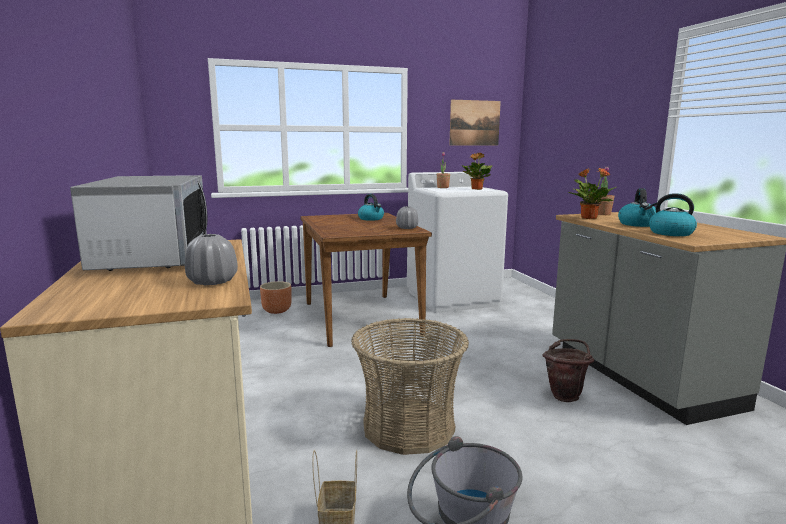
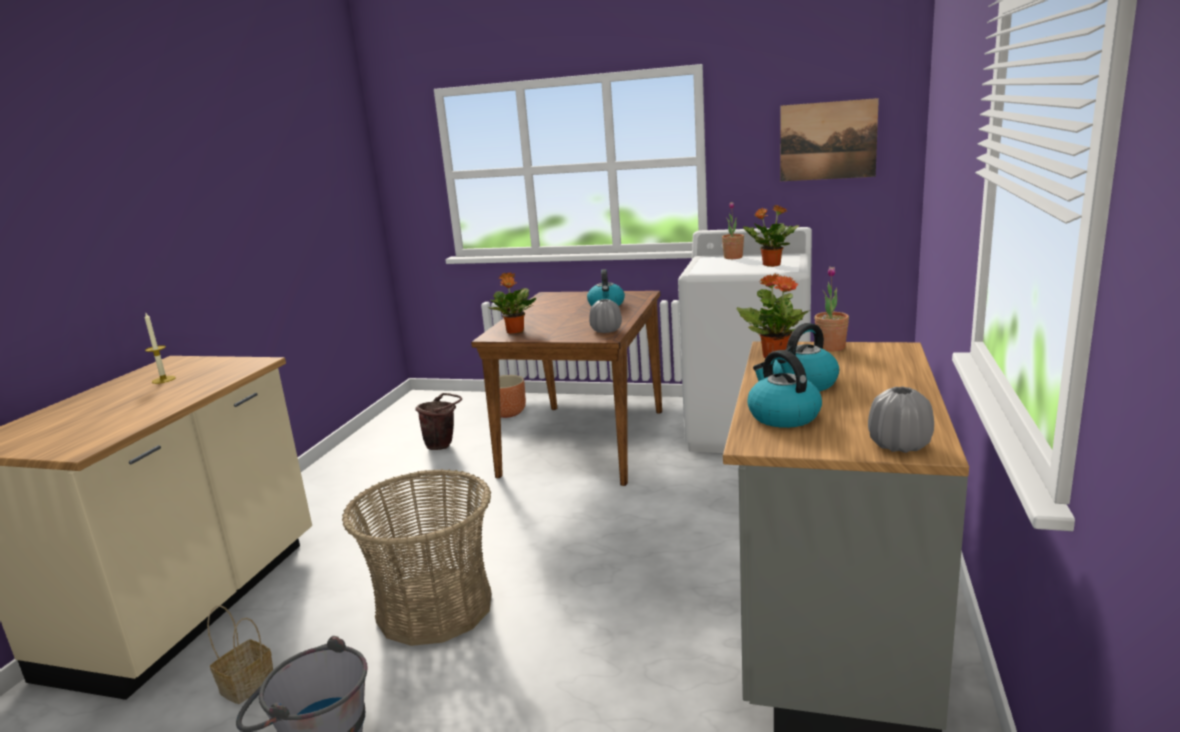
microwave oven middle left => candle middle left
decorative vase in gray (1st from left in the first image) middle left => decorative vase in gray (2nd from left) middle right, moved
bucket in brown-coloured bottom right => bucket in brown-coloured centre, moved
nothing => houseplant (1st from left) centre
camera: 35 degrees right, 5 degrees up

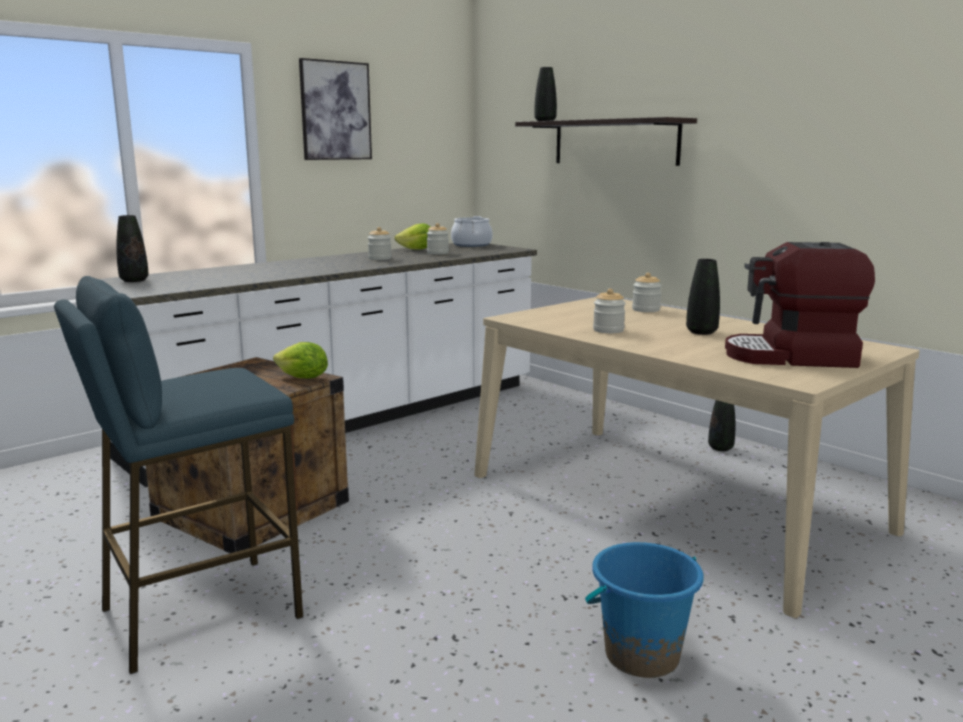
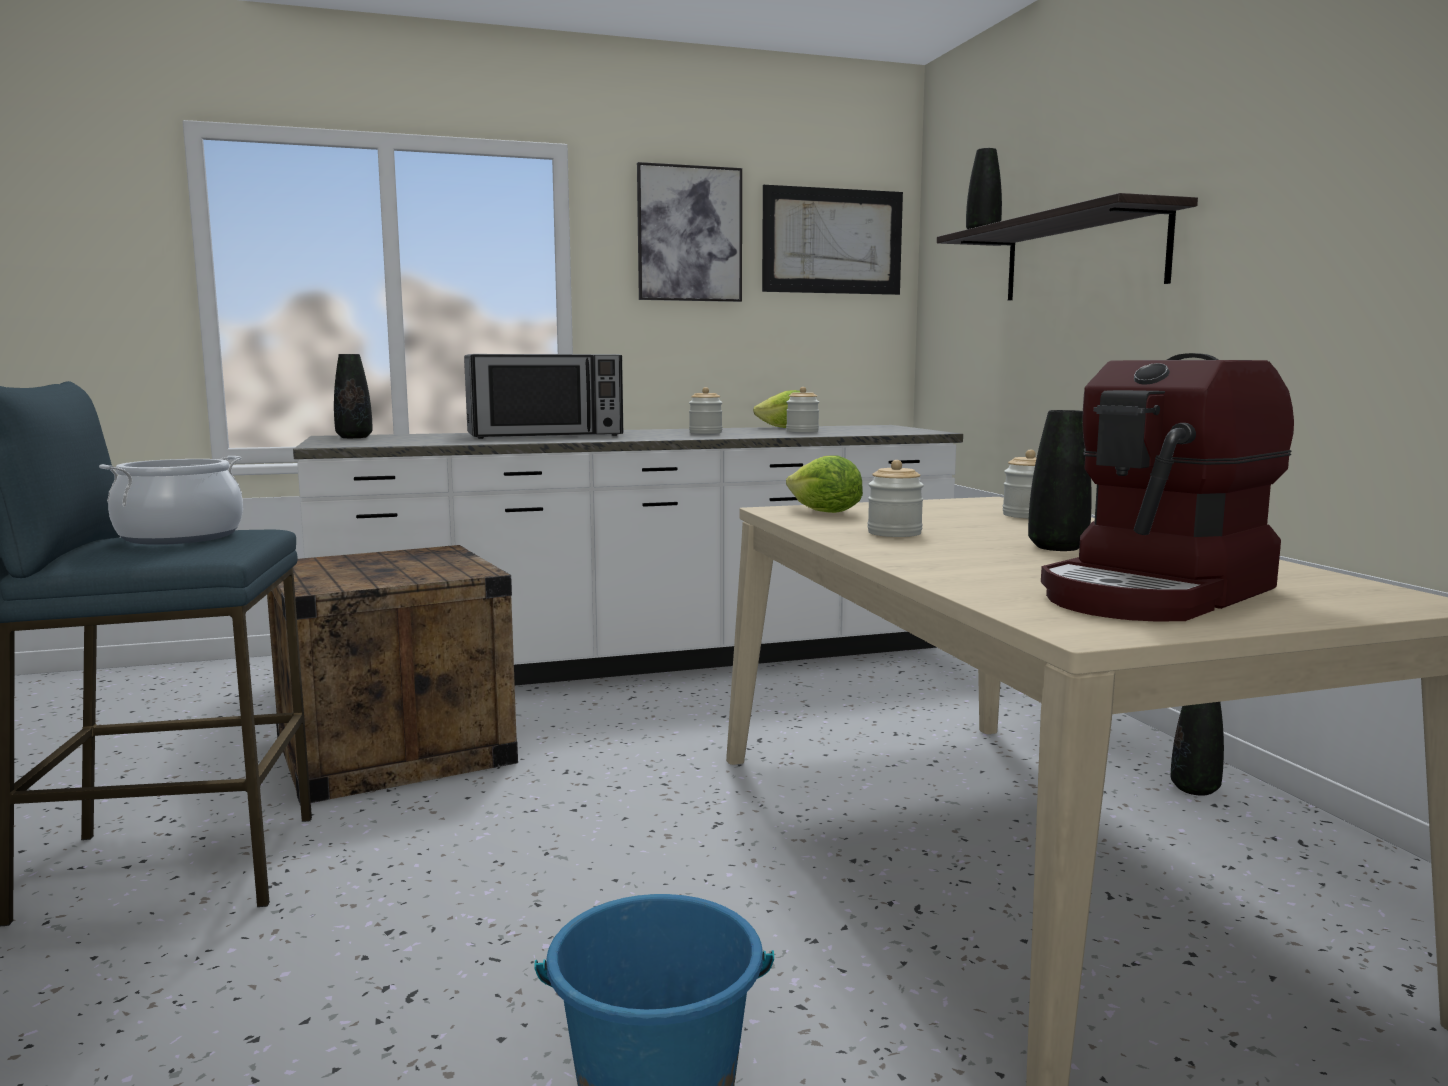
saucepot top centre => saucepot middle left, moved
coffee machine middle right, 75 degrees counterclockwise
lettuce head (1st from left in the first image) middle left => lettuce head (2nd from left) centre, moved
nothing => wall picture (2nd from left) top centre
nothing => microwave oven centre
camera: 25 degrees right, 5 degrees down

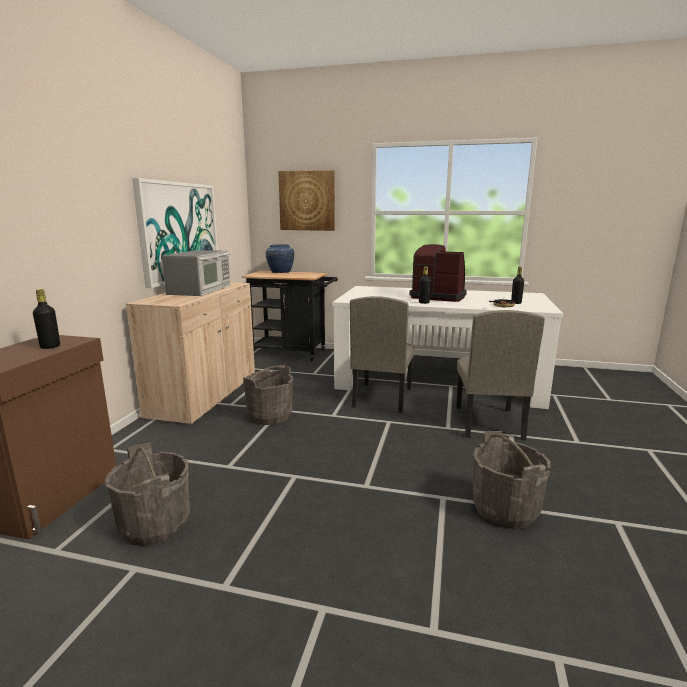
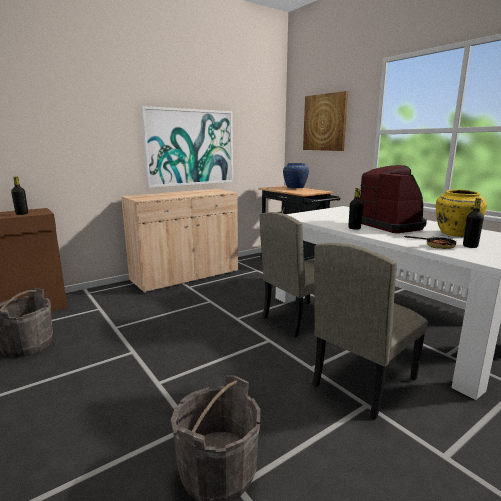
microwave oven middle left => nothing
bucket in gray (2nd from left) centre => nothing
nothing => decorative vase in yellowish middle right
camera: 40 degrees right, 0 degrees up

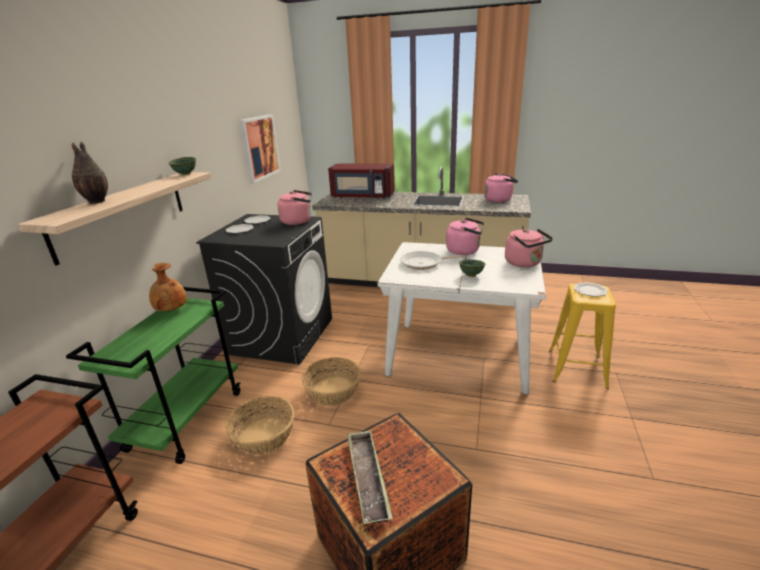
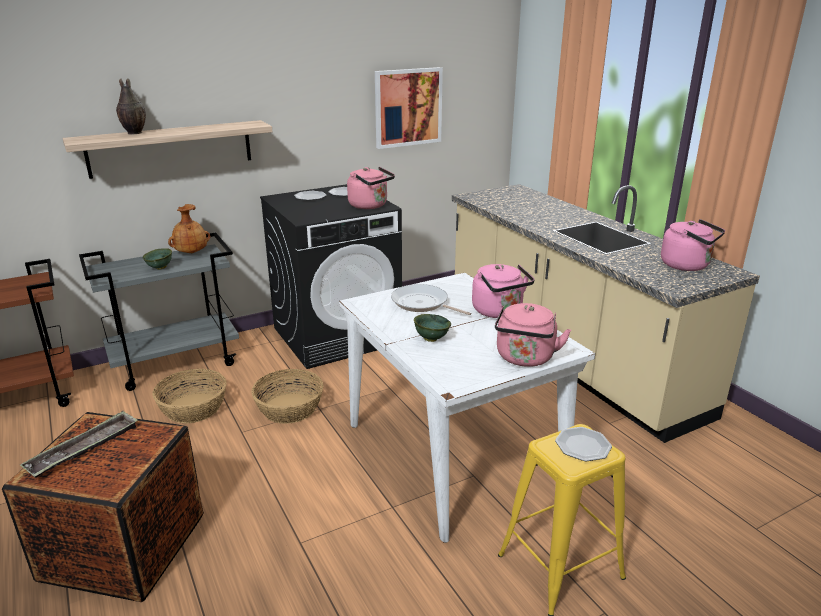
serving bowl in greenish (1st from left) top left => serving bowl in greenish (1st from left) middle left, moved
microwave oven in red top centre => nothing
trolley in greenish middle left => trolley in gray middle left
camera: 45 degrees right, 0 degrees up

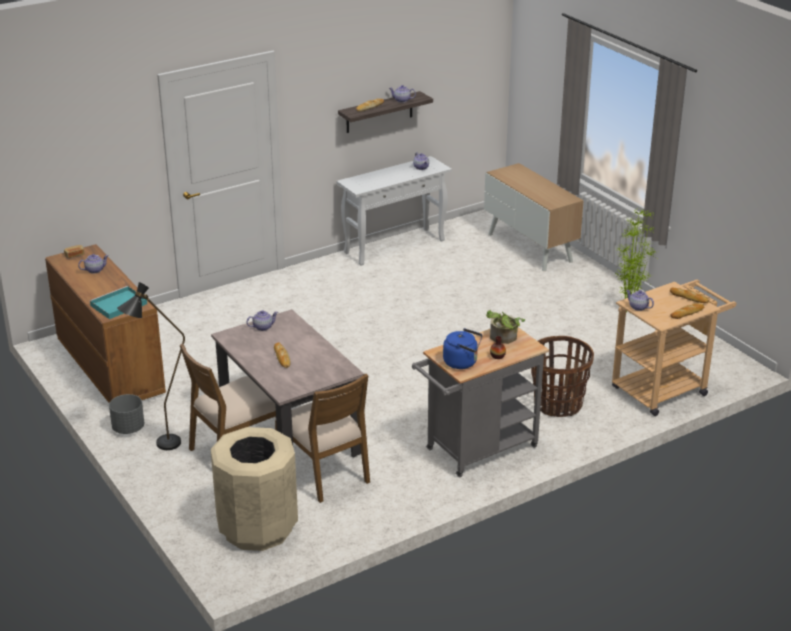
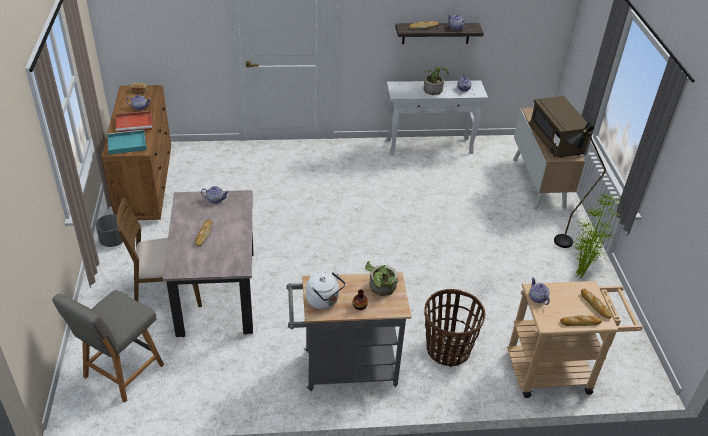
standard lamp in blackish middle left => standard lamp in blackish middle right, moved
kettle in blue-coloured centre => kettle in white bottom centre
upright chair in brown-coloured (2nd from left) bottom centre => nothing
rubbish bin in beige-coloured bottom left => upright chair in gray bottom left
nothing => houseplant (2nd from left) top centre
nothing => microwave oven in brown-coloured top right
nothing => carrying tray in red top left
camera: 25 degrees right, 10 degrees up

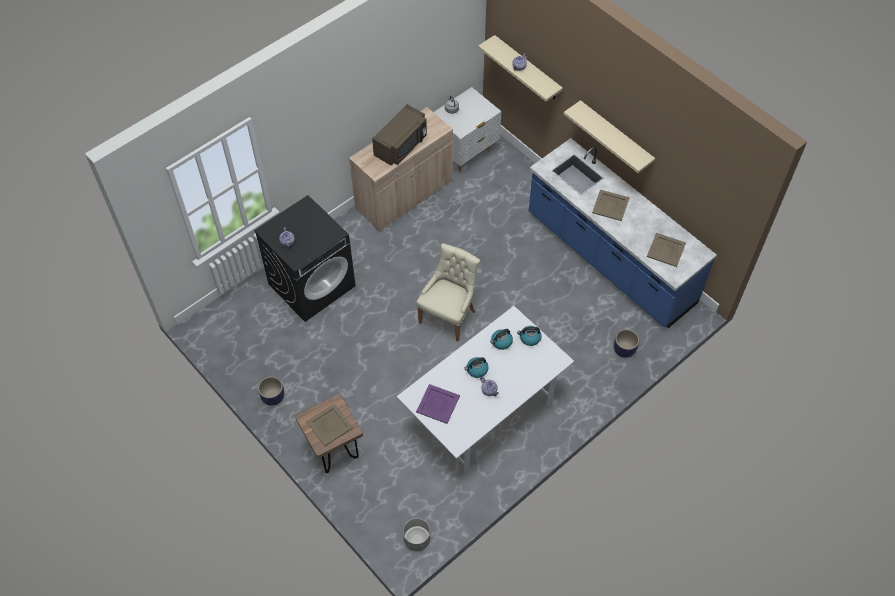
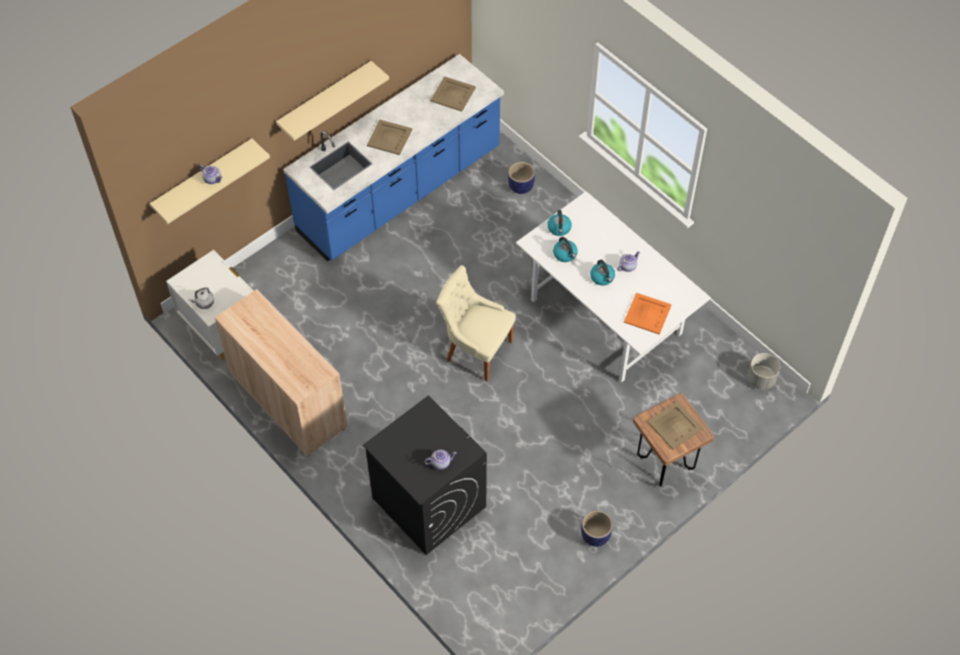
microwave oven in brown-coloured top centre => nothing
carrying tray in purplish bottom centre => carrying tray in orangey middle right
camera: 90 degrees left, 0 degrees up

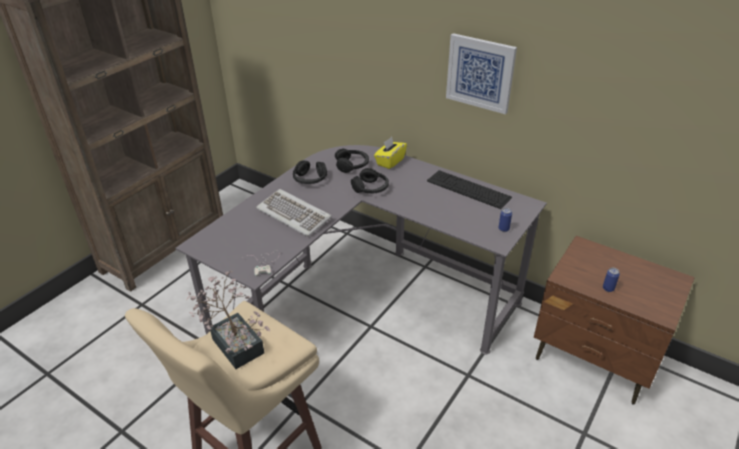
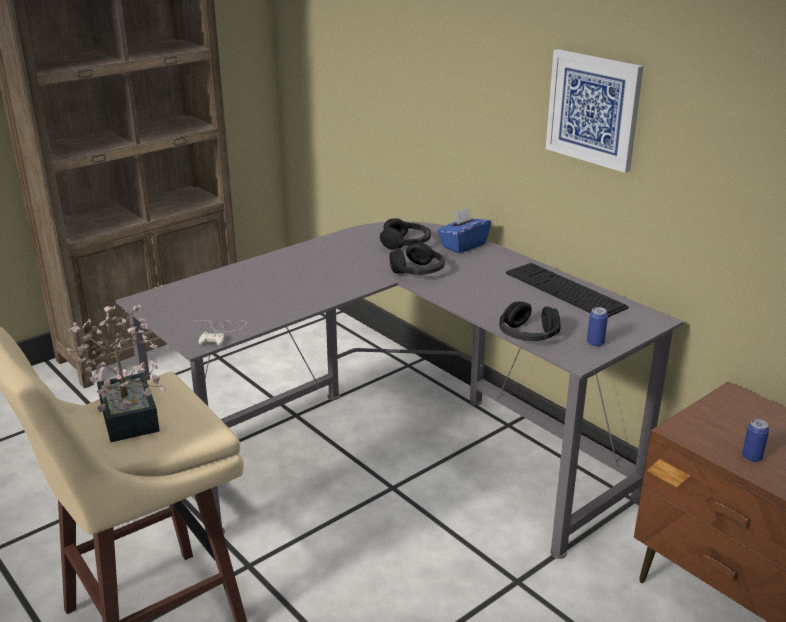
tissue holder in yellowish centre => tissue holder in blue-coloured centre
pair of headphones in blackish (1st from left in the first image) centre => pair of headphones in blackish (3rd from left) middle right, moved
computer keyboard (1st from left) centre => nothing
camera: 15 degrees right, 10 degrees down

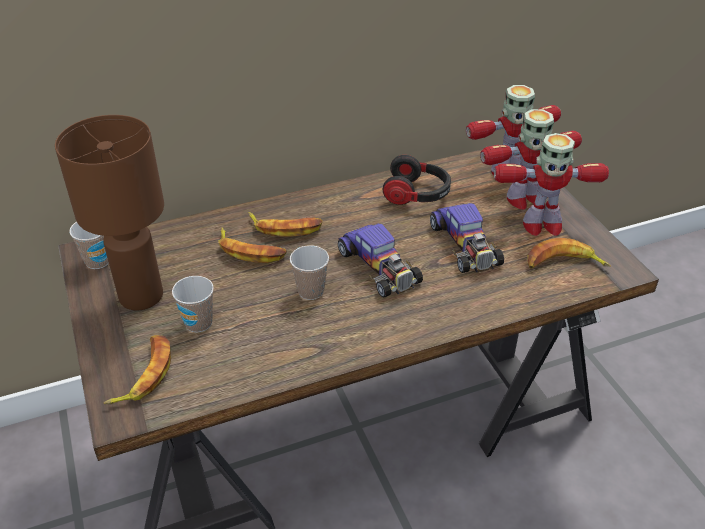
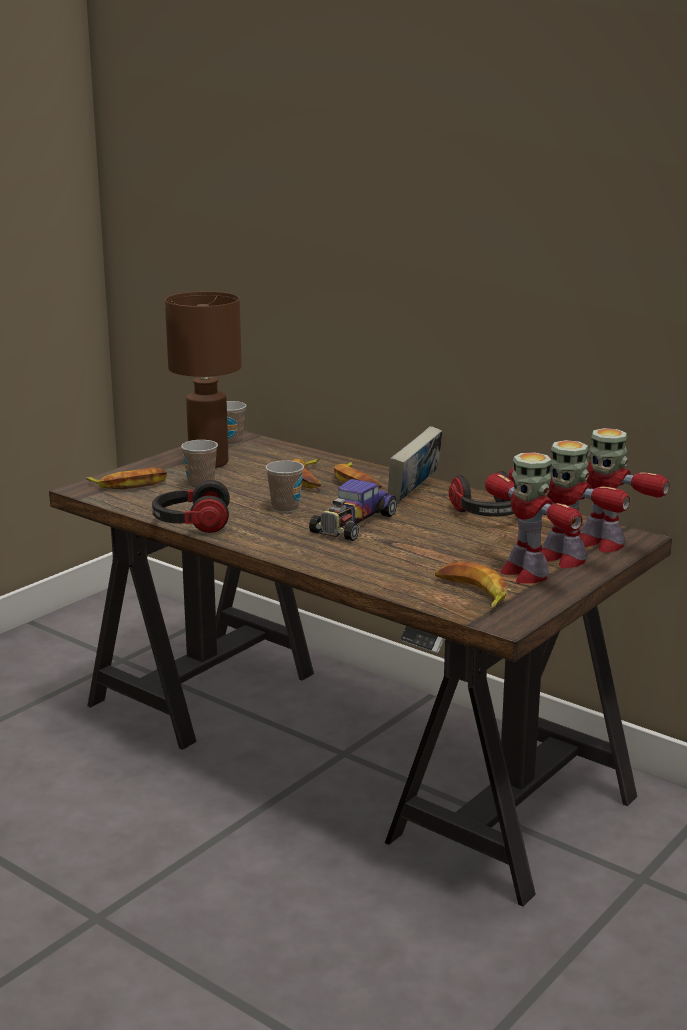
toy car (2nd from left) centre => nothing
nothing => book centre
nothing => pair of headphones (1st from left) middle left
camera: 60 degrees right, 20 degrees down

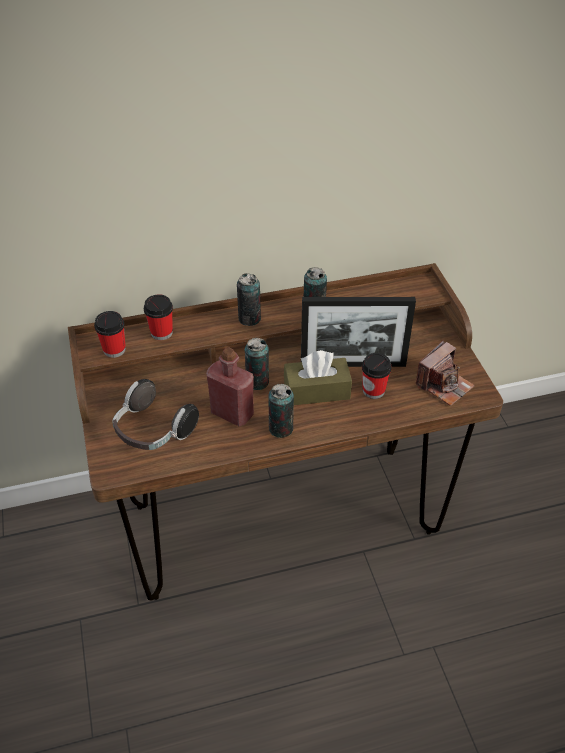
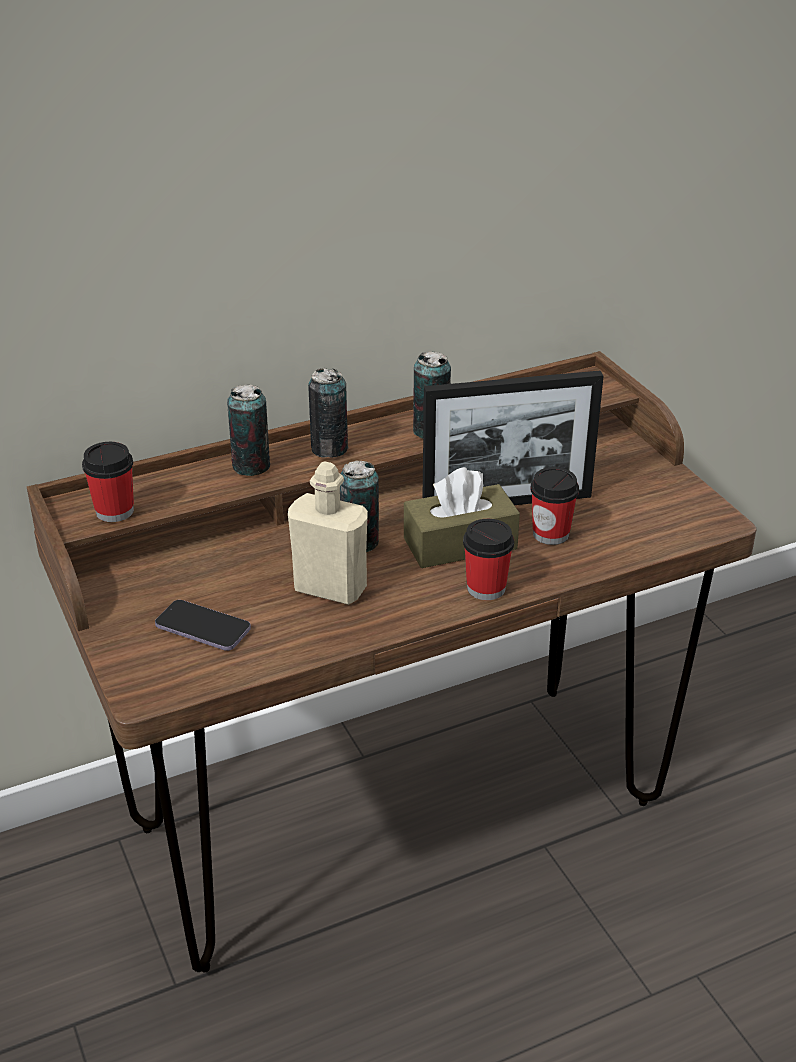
small cup (2nd from left) middle left => small cup (2nd from left) centre, moved
still camera middle right => nothing
beverage bottle in red centre => beverage bottle in beige-coloured centre
pair of headphones middle left => handset middle left
sealed can (3rd from left in the first image) centre => sealed can (1st from left) middle left, moved
camera: 10 degrees left, 10 degrees down

